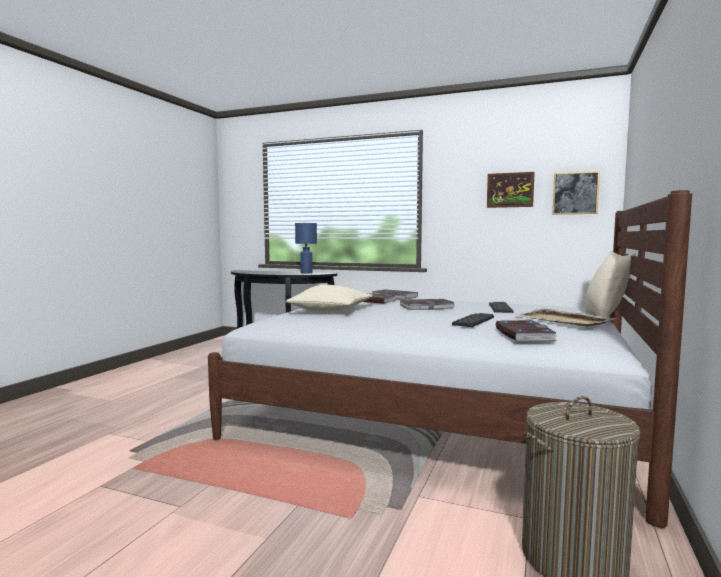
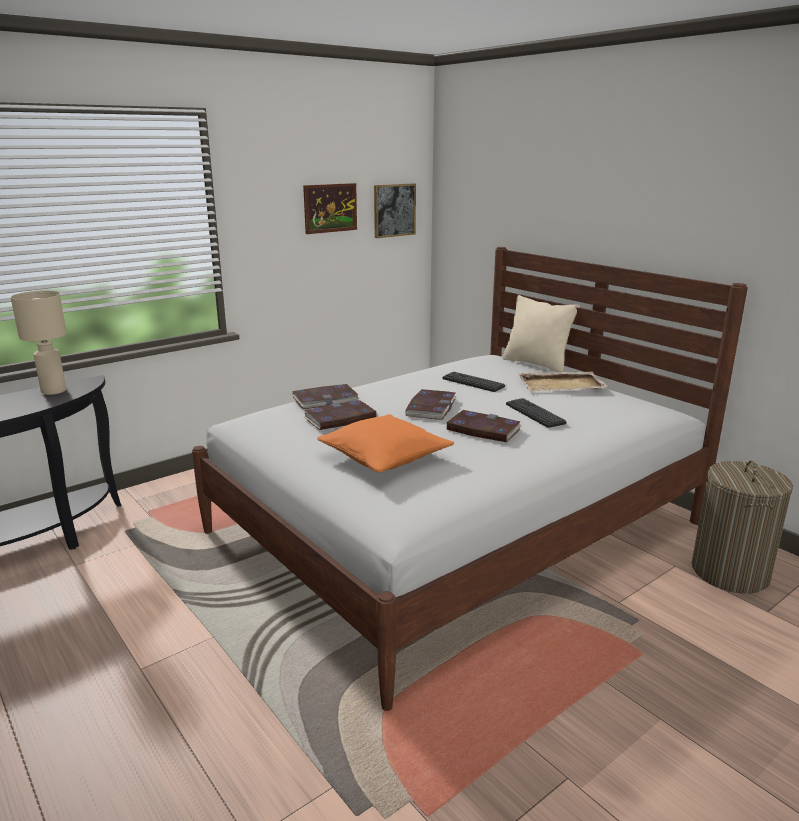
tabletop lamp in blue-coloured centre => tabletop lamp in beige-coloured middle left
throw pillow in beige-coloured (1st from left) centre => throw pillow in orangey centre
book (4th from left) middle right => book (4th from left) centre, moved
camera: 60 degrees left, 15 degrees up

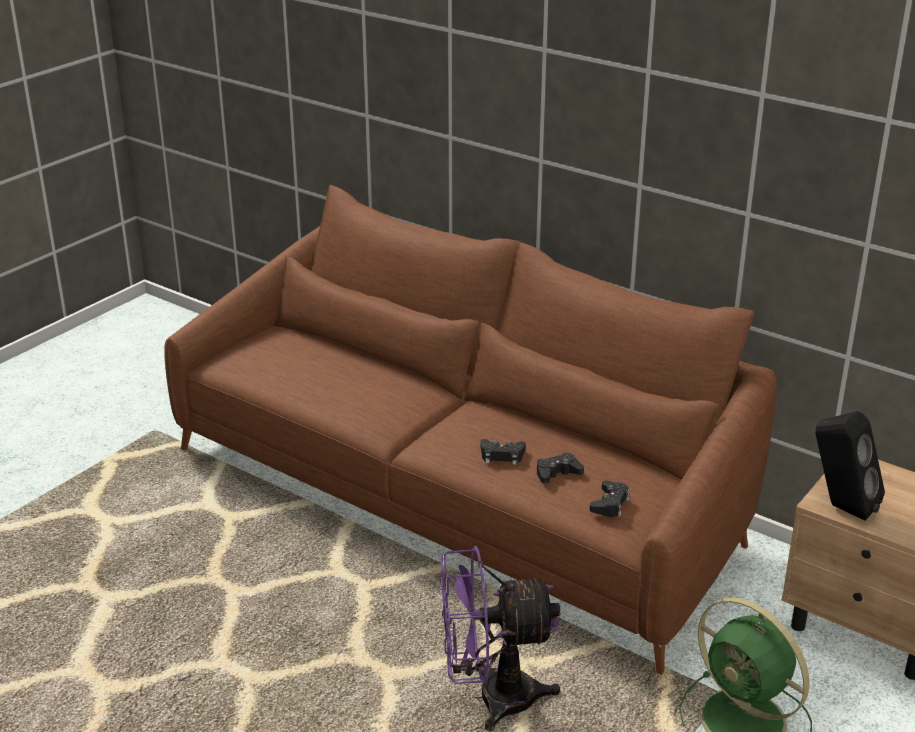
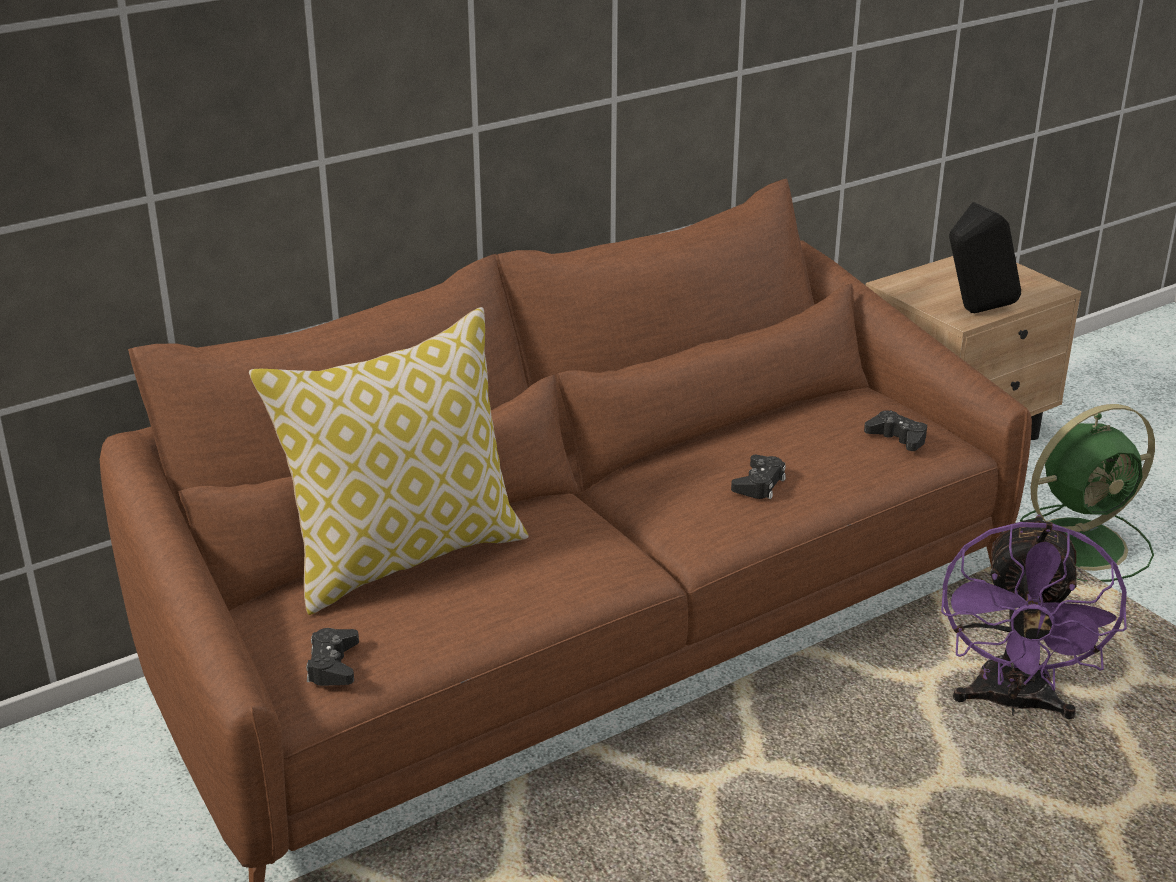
gamepad in blackish (2nd from left in the first image) centre => gamepad in blackish (1st from left) bottom left, moved
nothing => throw pillow middle left
camera: 70 degrees left, 0 degrees up

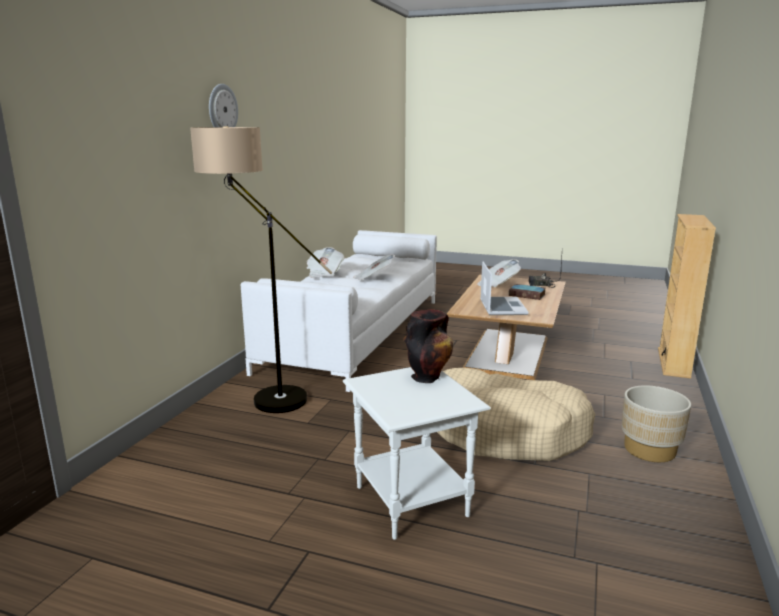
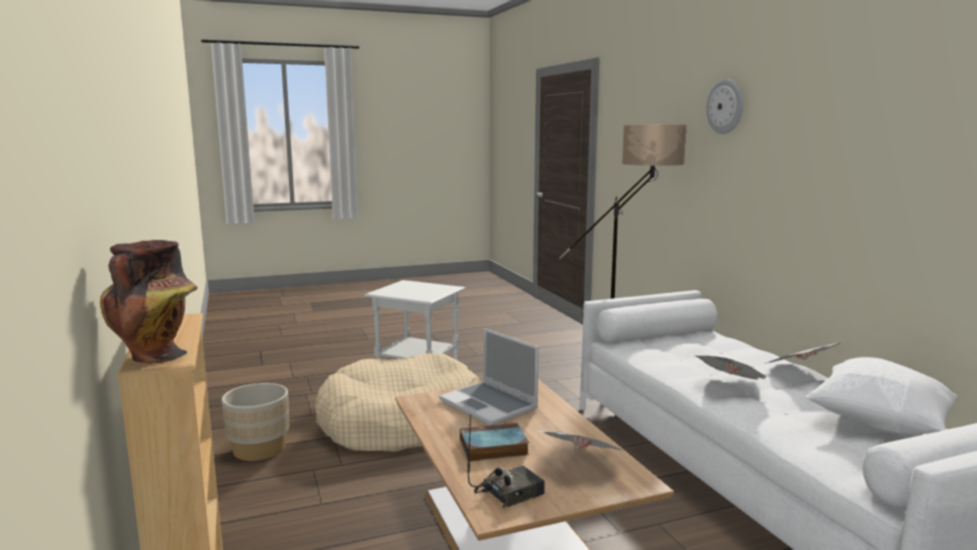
decorative vase centre => decorative vase middle left, moved
nothing => throw pillow in white bottom right
camera: 140 degrees right, 5 degrees down

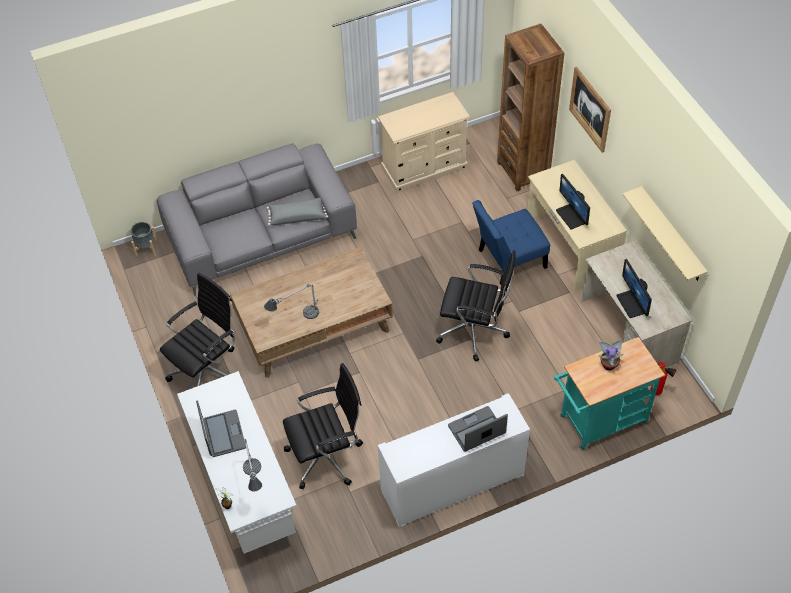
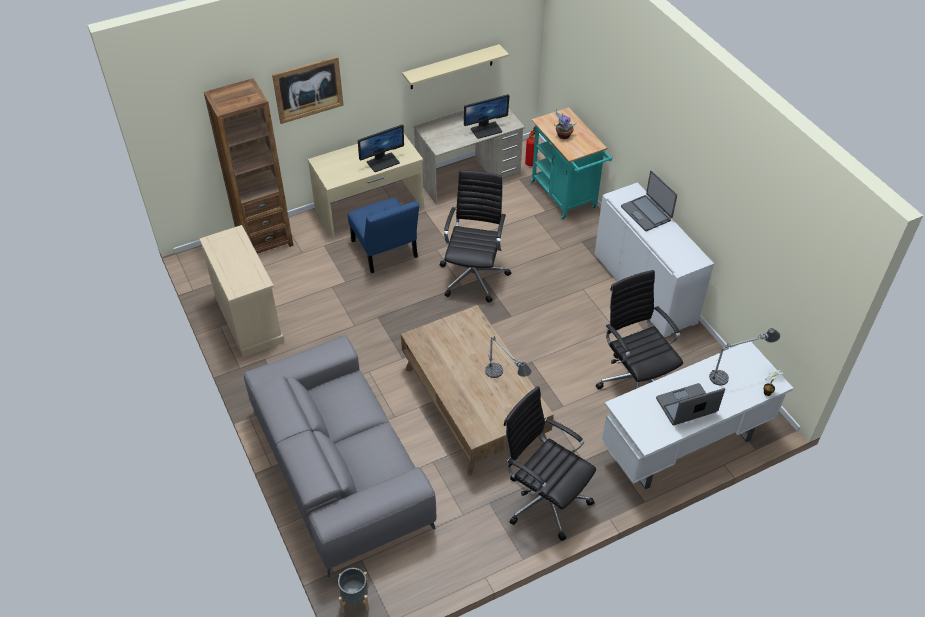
throw pillow in gray centre => nothing
camera: 95 degrees left, 5 degrees down

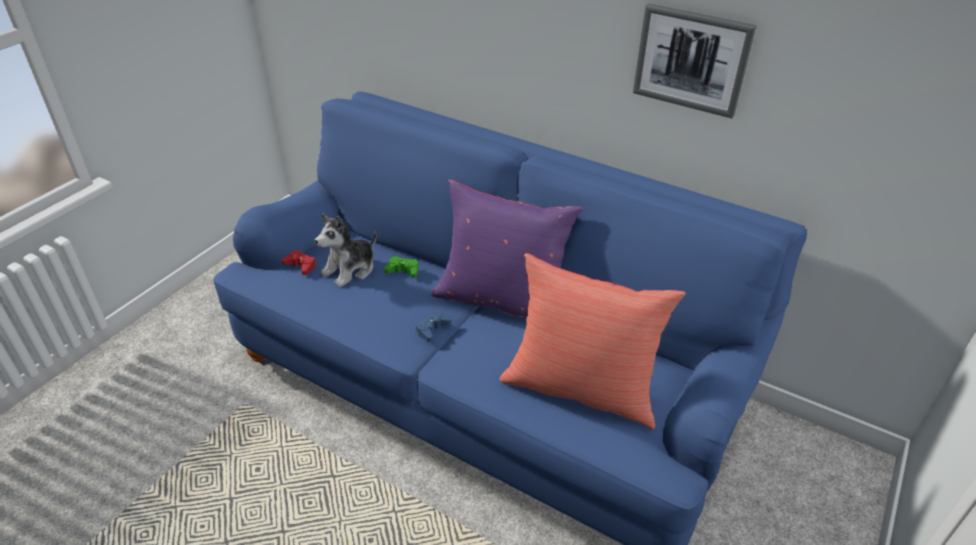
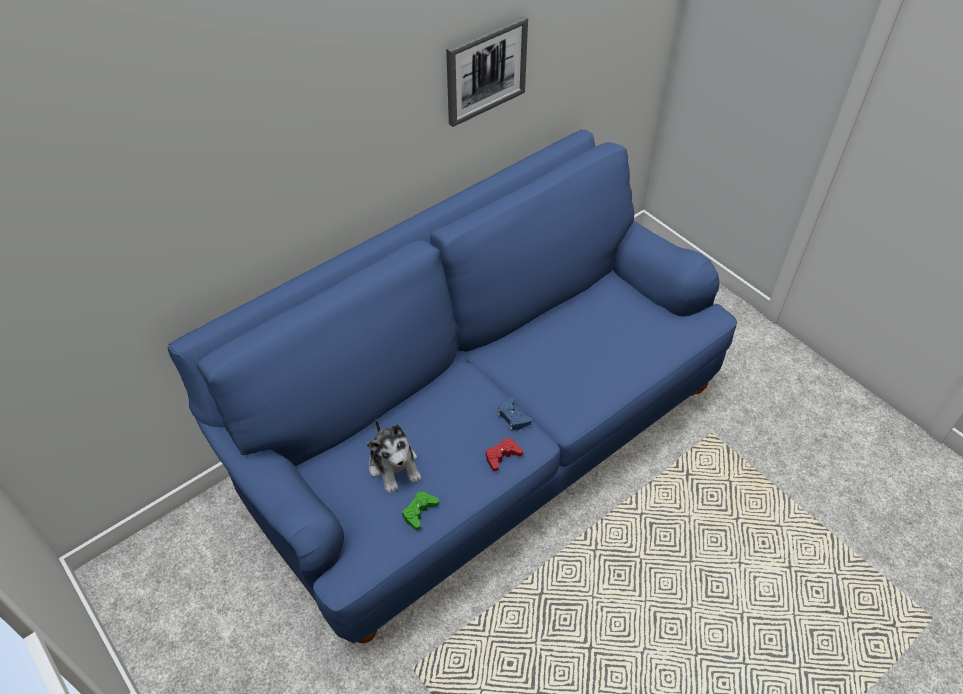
throw pillow in purplish centre => nothing
gamepad in red middle left => gamepad in red centre, moved
throw pillow in red centre => nothing
gamepad in greenish centre => gamepad in greenish bottom centre, moved
camera: 70 degrees left, 10 degrees up

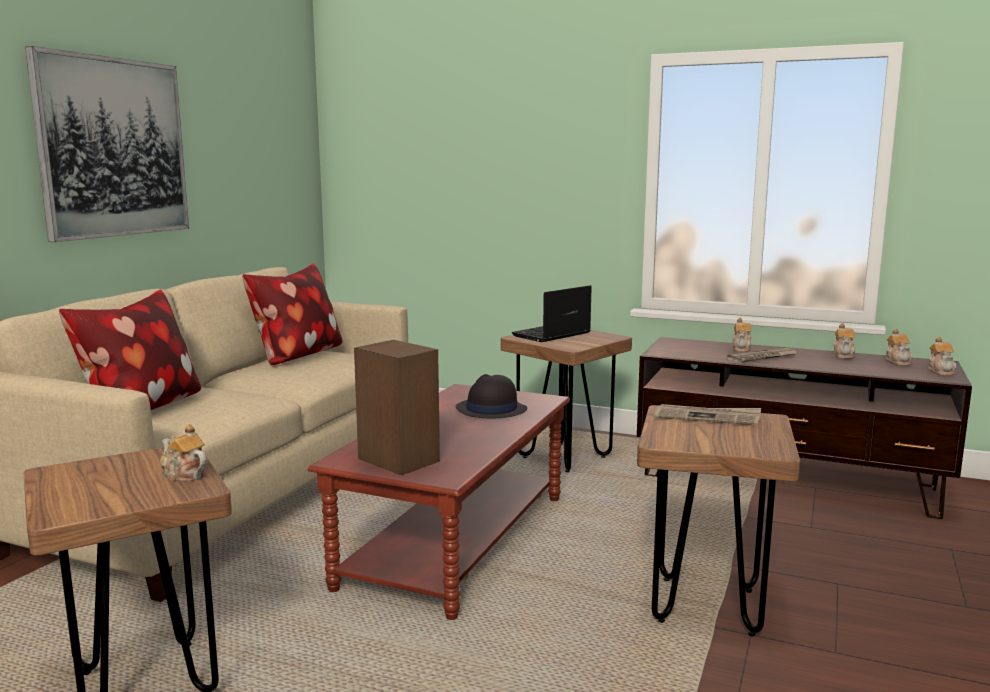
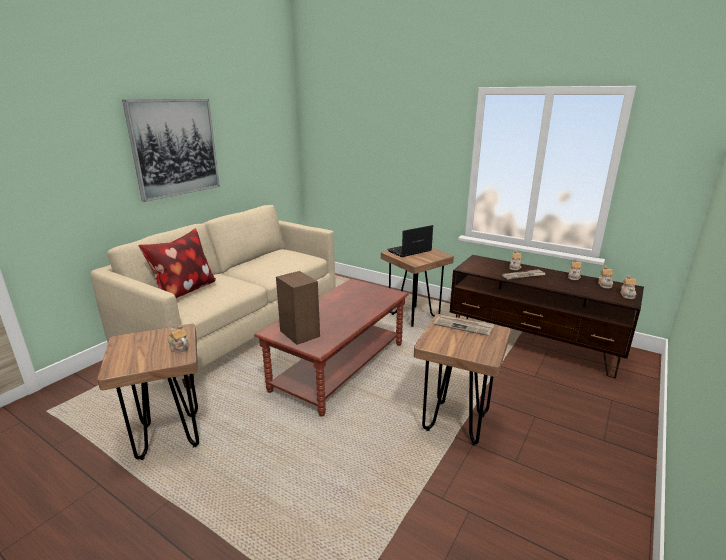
throw pillow (2nd from left) middle left => nothing
hat in blackish centre => nothing
camera: 10 degrees right, 10 degrees up

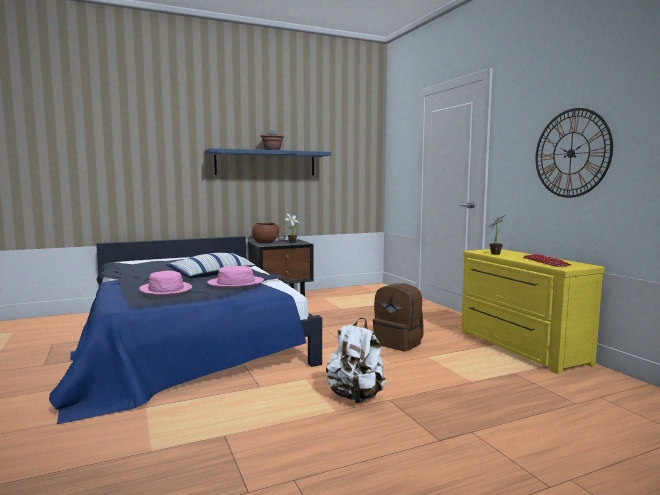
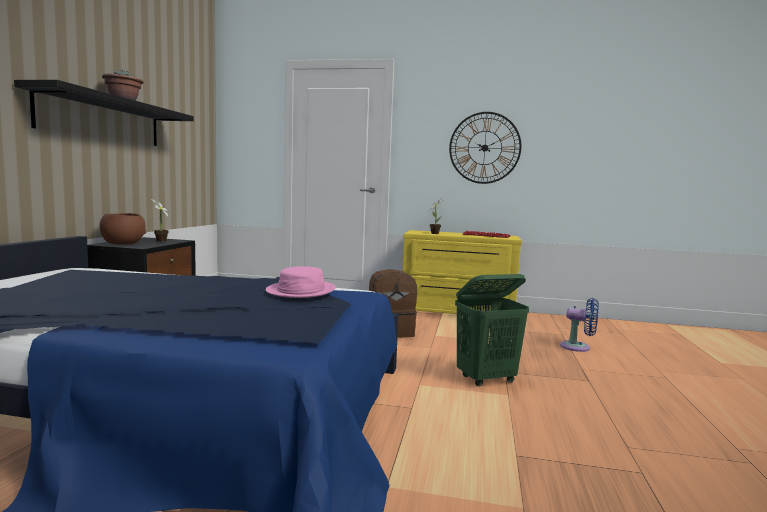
bracket shelf in blue-coloured top centre => bracket shelf in blackish top left
throw pillow middle left => nothing
hat in pink (1st from left) middle left => nothing
knapsack in white bottom centre => laundry basket in greenish centre
nothing => fan in blue-coloured middle right
camera: 55 degrees left, 0 degrees up

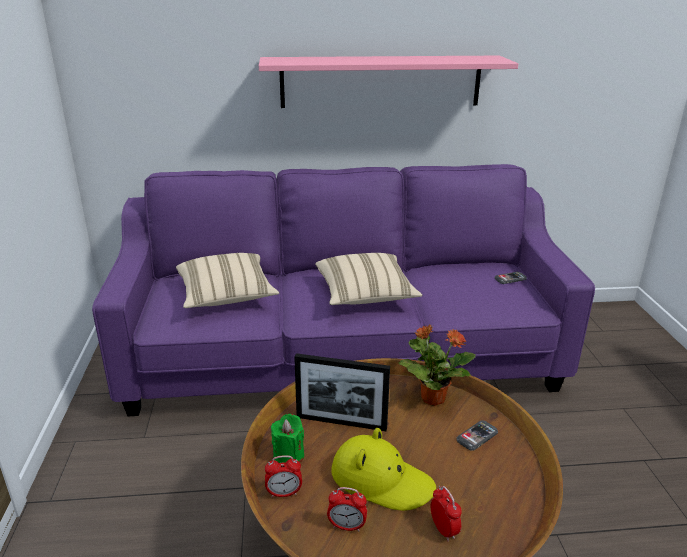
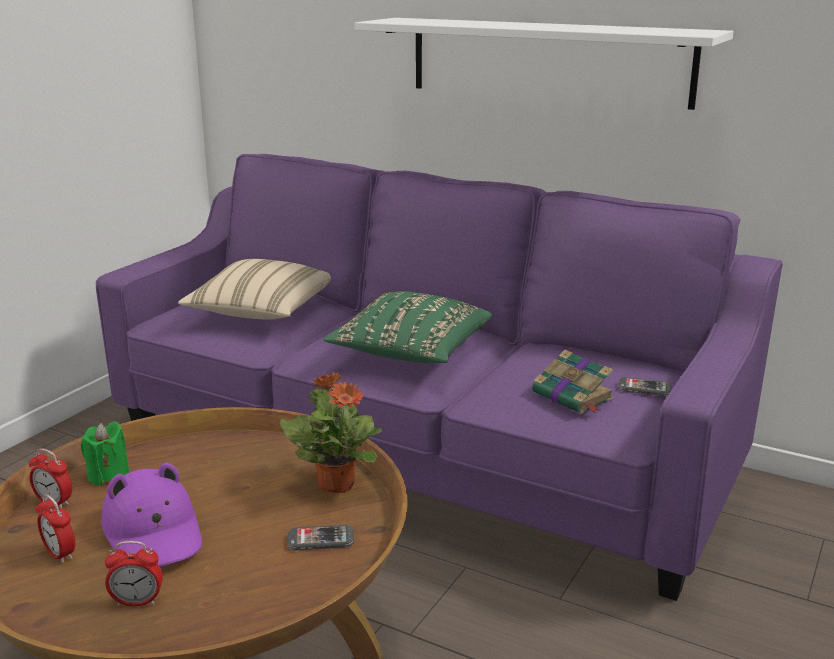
bracket shelf in pink top centre => bracket shelf in white top centre
throw pillow in beige-coloured (2nd from left) centre => throw pillow in greenish centre
standing frame bottom centre => nothing
hat in yellowish bottom centre => hat in purplish bottom left
bedside clock (3rd from left) bottom centre => bedside clock (3rd from left) bottom left, 75 degrees clockwise
nothing => book middle right
camera: 35 degrees right, 5 degrees down

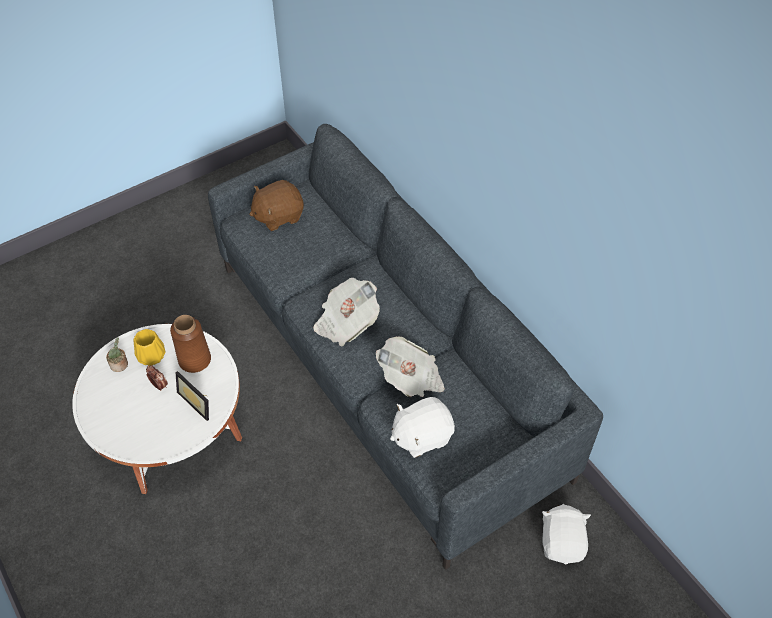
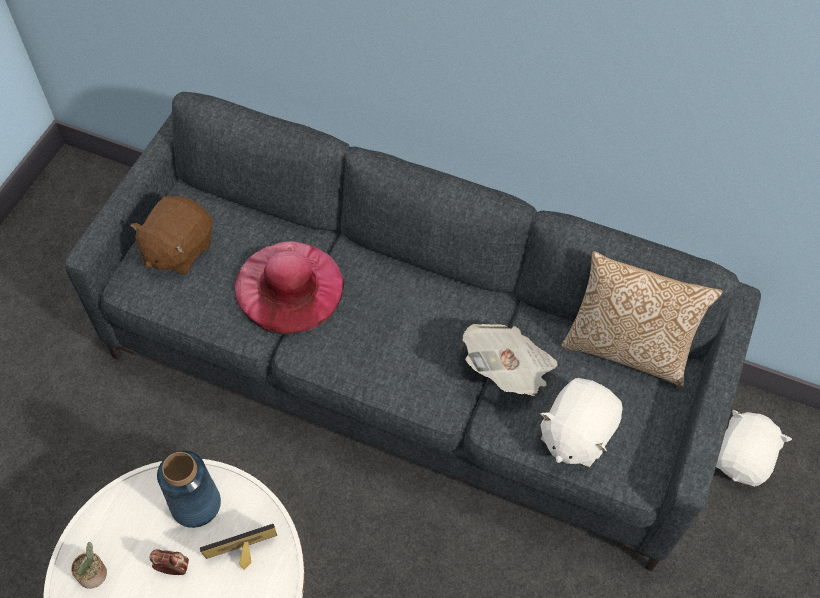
printed paper (1st from left) centre => nothing
decorative vase in brown-coloured middle left => decorative vase in blue-coloured bottom left
decorative vase in yellowish middle left => nothing
standing frame middle left => standing frame bottom left, 150 degrees clockwise
soft toy in white (2nd from left) bottom right, 60 degrees clockwise
nothing => hat in pink centre
nothing => throw pillow middle right
camera: 35 degrees left, 5 degrees up

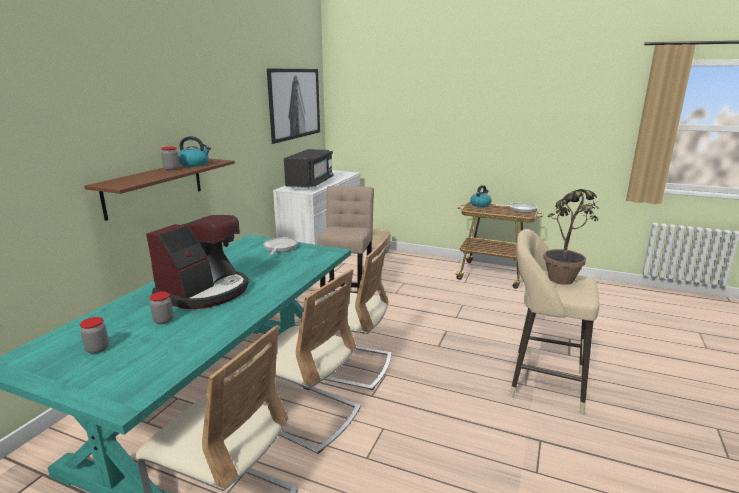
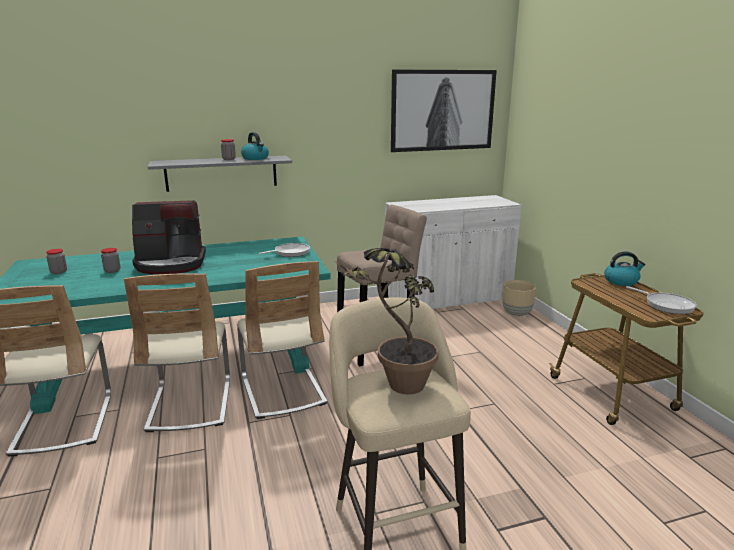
microwave oven in blackish centre => nothing
bracket shelf in brown-coloured middle left => bracket shelf in gray top left
camera: 50 degrees right, 0 degrees up

